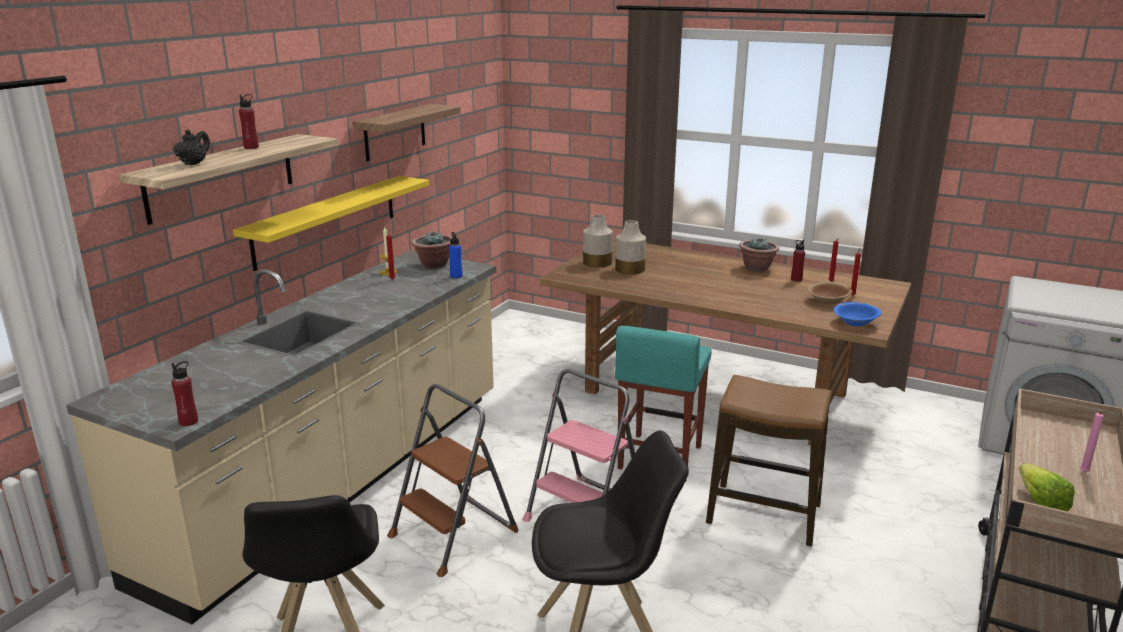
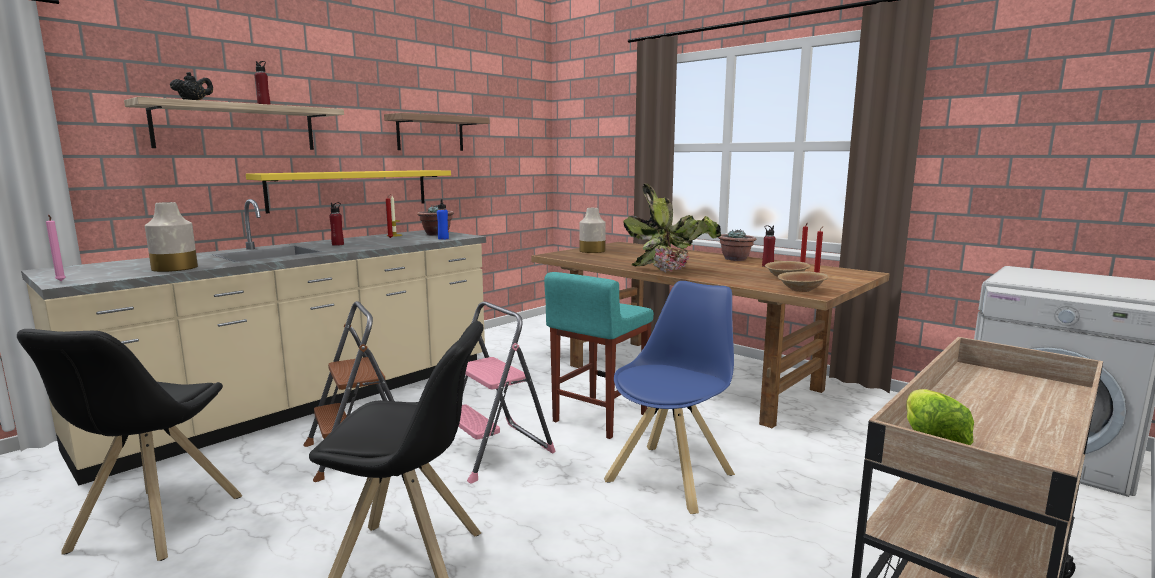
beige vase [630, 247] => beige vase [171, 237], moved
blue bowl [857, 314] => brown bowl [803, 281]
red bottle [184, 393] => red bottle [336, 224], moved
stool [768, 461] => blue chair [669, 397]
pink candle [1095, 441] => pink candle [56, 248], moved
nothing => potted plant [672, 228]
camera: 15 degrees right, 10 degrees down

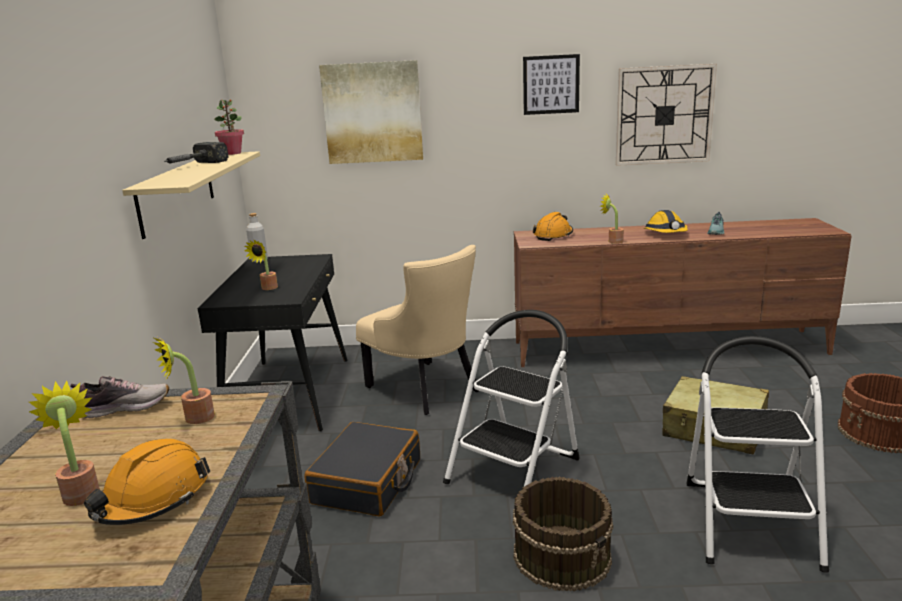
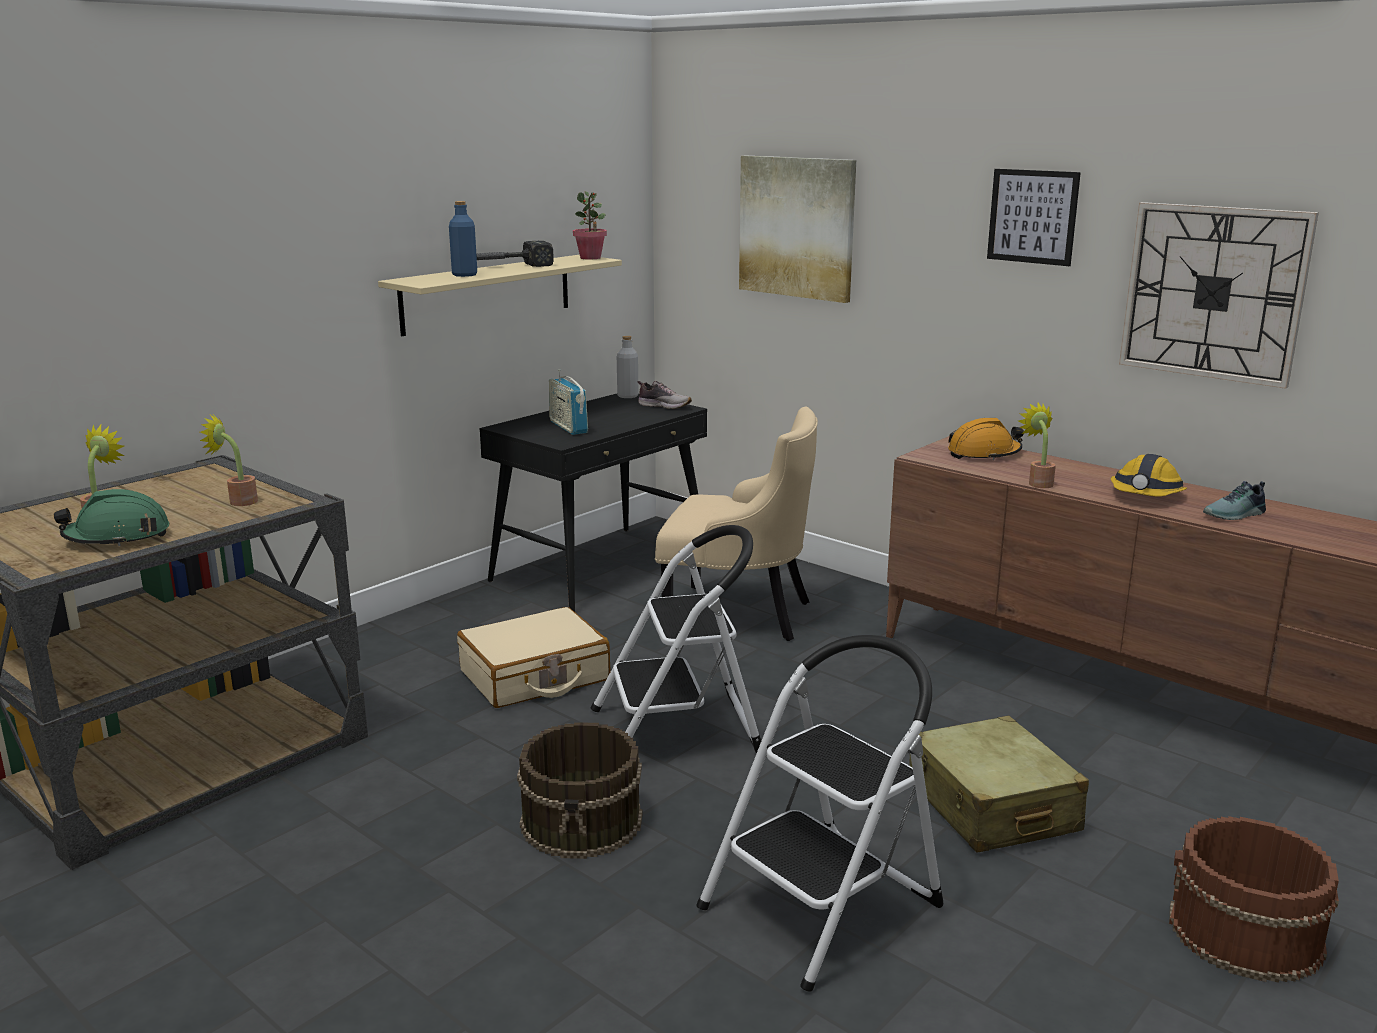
potted plant [261, 264] => radio [568, 402]
beige chair [417, 330] => beige chair [736, 524], 75 degrees counterclockwise
shoe [119, 397] => shoe [665, 395], moved
black suitcase [362, 469] => beige suitcase [534, 657]
orange hard hat [147, 482] => green hard hat [111, 517]
nothing => blue bottle [463, 239]
camera: 40 degrees right, 0 degrees up

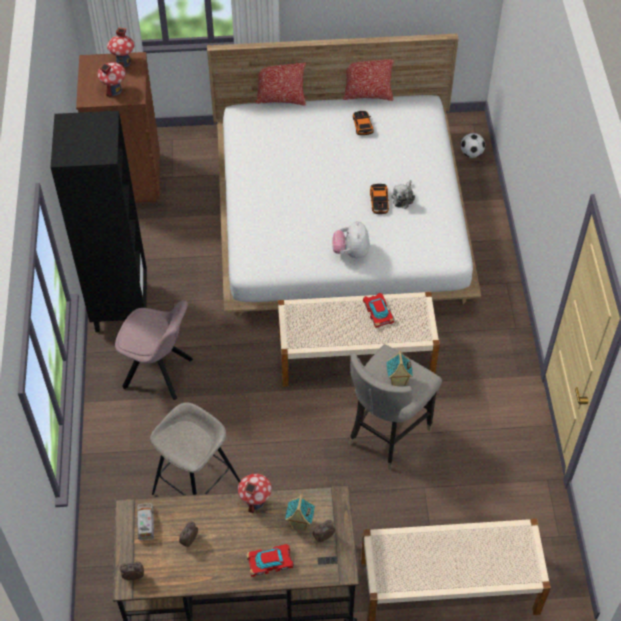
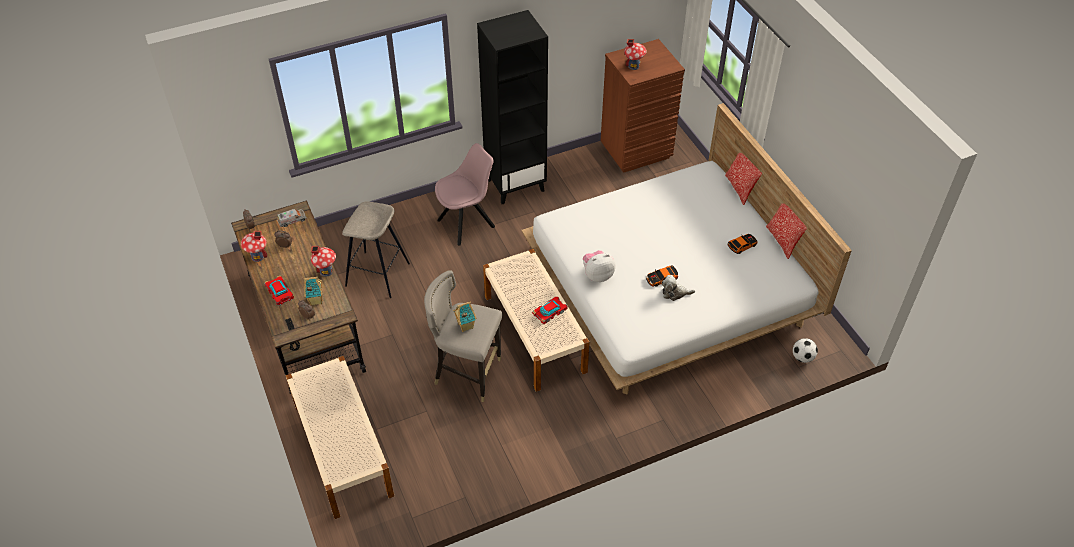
toy house [121, 47] => toy house [254, 246], moved
pink chair [154, 350] => pink chair [465, 194], 120 degrees counterclockwise
camera: 70 degrees right, 5 degrees down

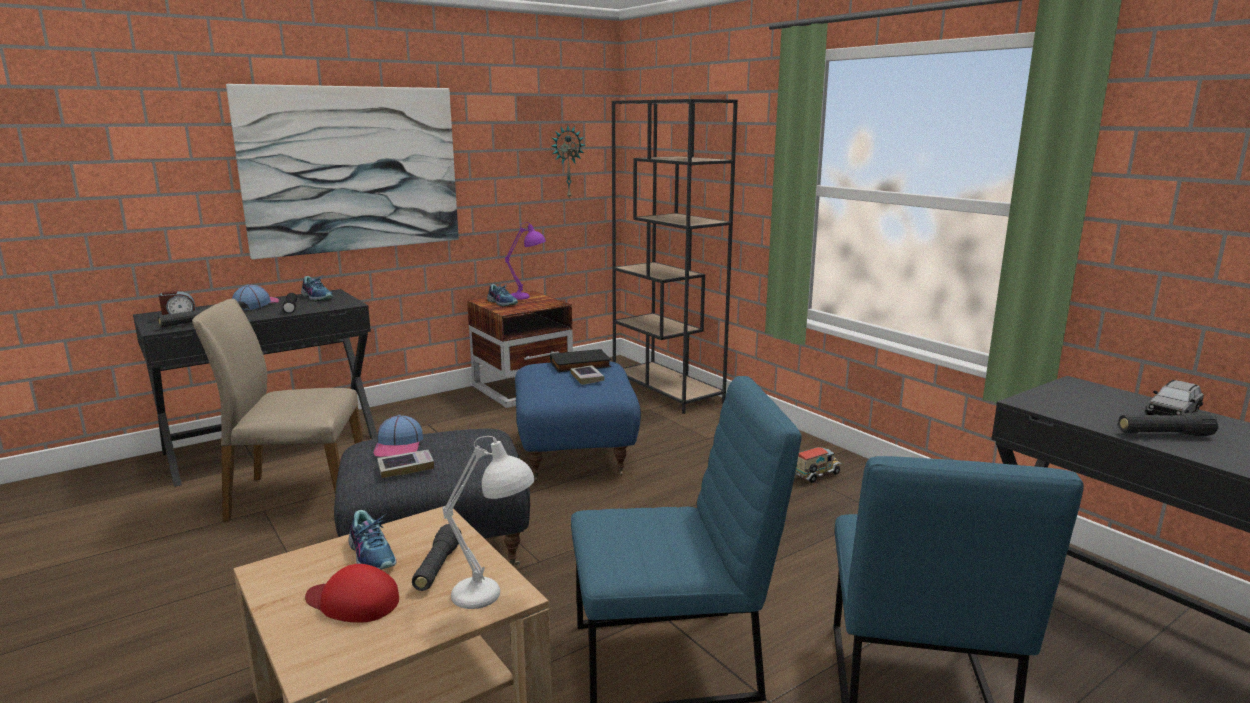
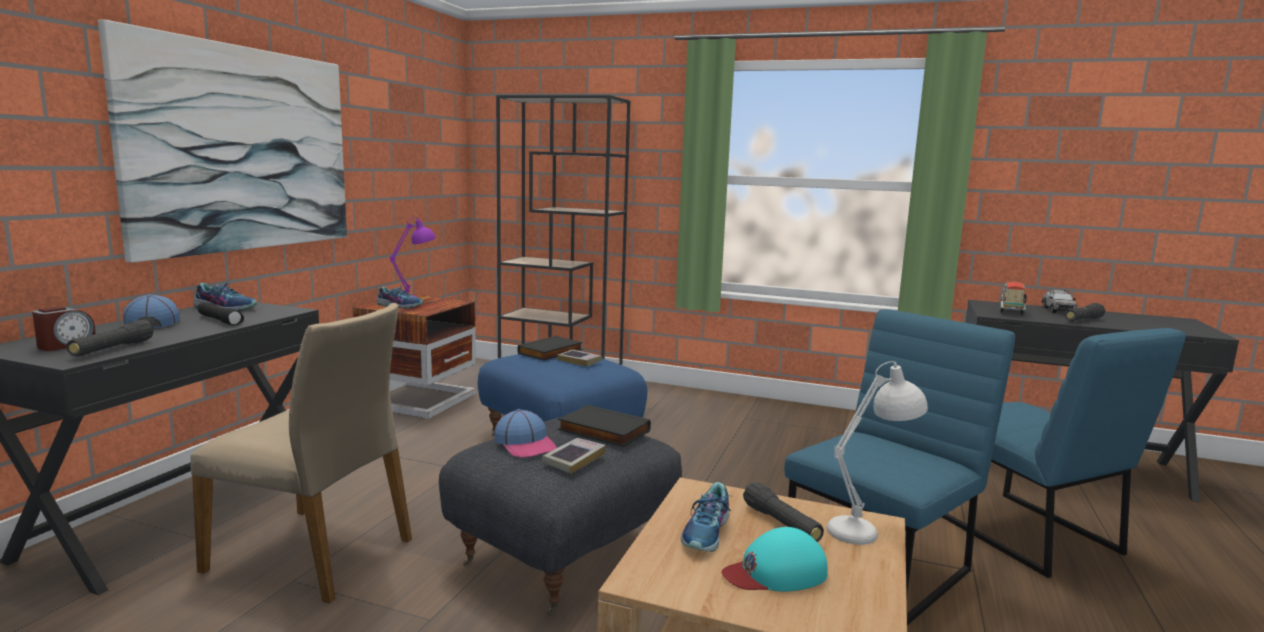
wall clock [568, 162] => nothing
beige chair [278, 410] => beige chair [301, 453], 120 degrees counterclockwise
toy truck [818, 465] => toy truck [1013, 298], moved
shoe [373, 540] => shoe [706, 517], 90 degrees clockwise
red cap [352, 593] => turquoise cap [774, 559]
nothing => black book [604, 426]
camera: 35 degrees left, 5 degrees down

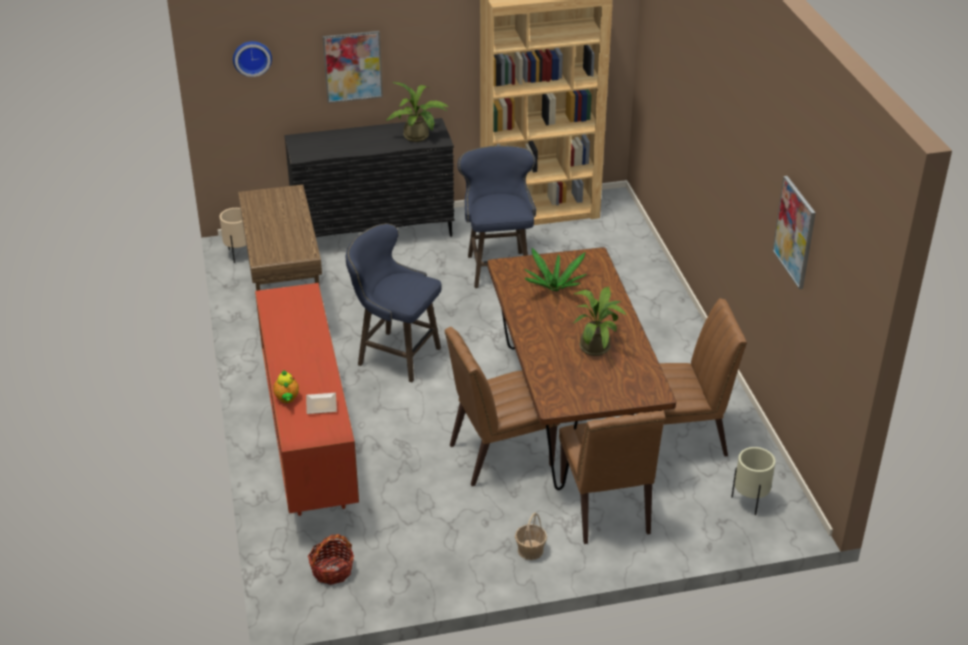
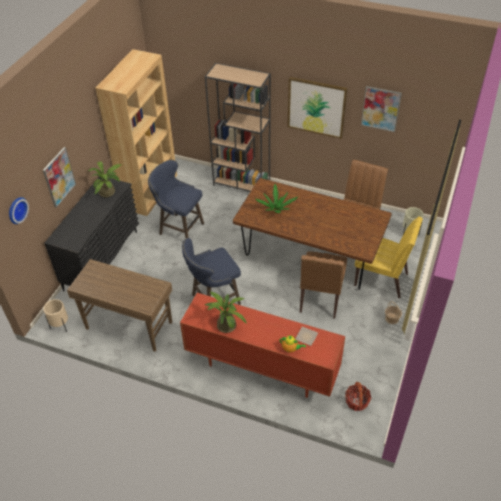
potted plant [599, 321] => potted plant [226, 312], moved
brown chair [612, 477] => yellow chair [388, 257]
nothing => bookcase [238, 127]
nothing => picture [317, 108]
camera: 55 degrees left, 10 degrees up

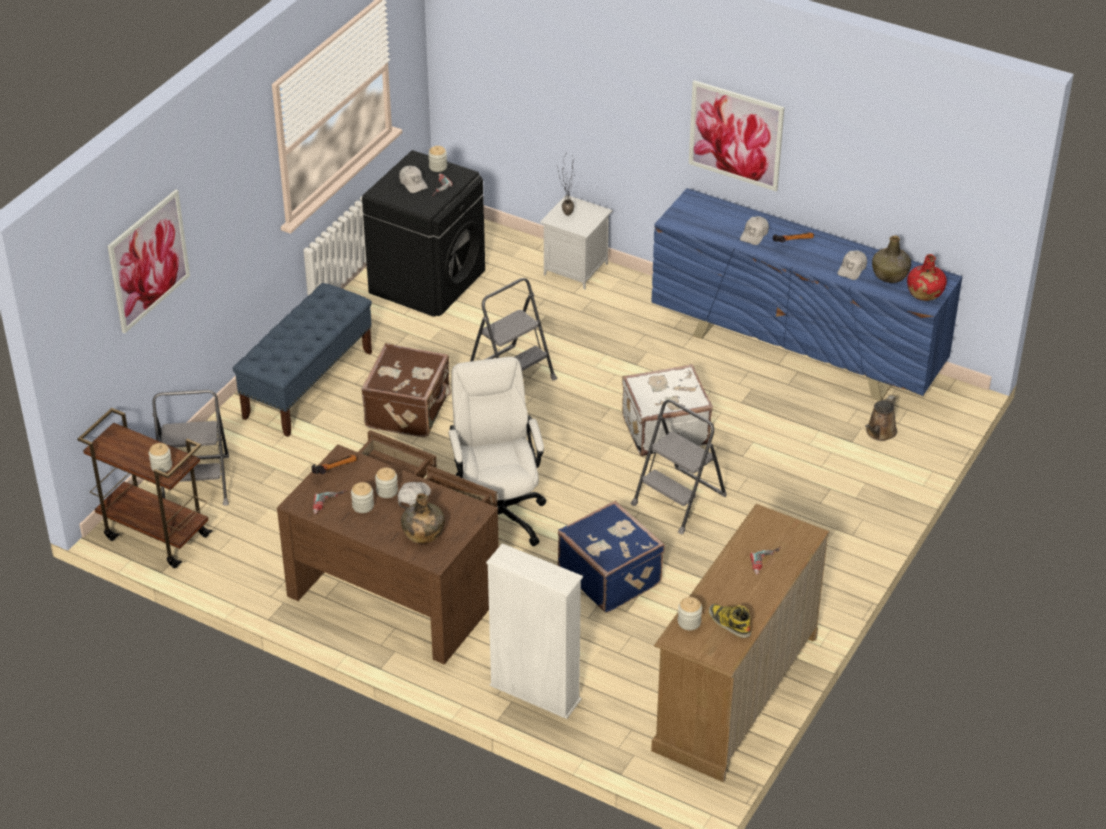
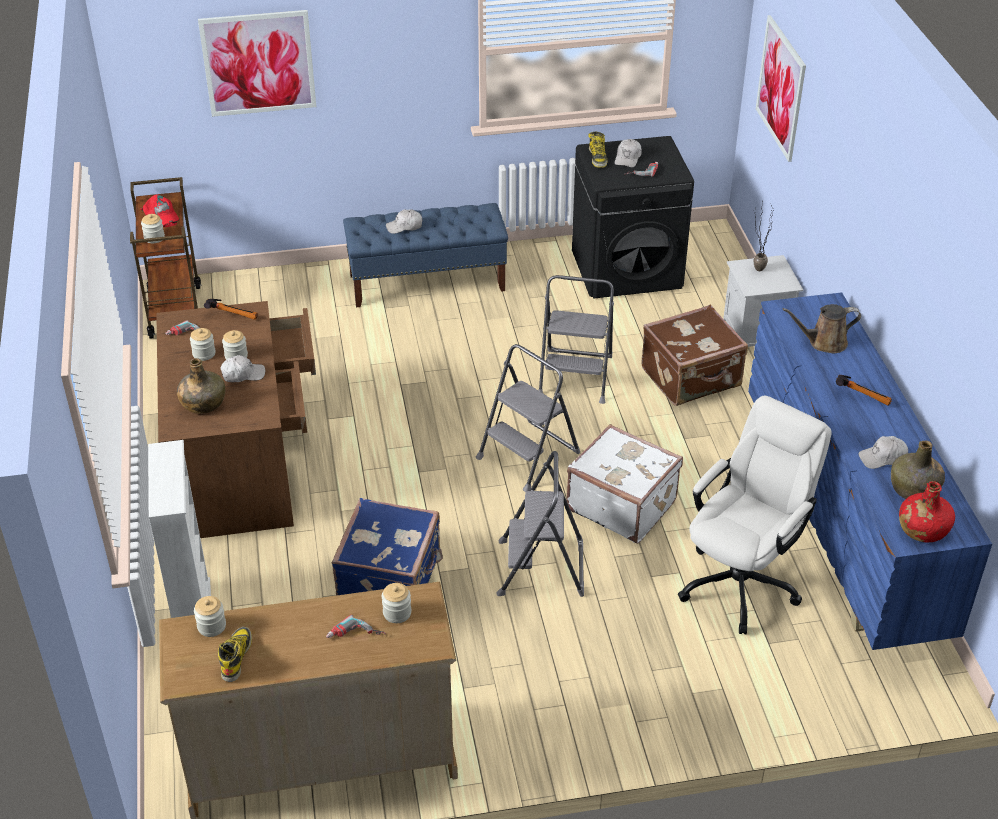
picture [737, 135] => picture [781, 88], moved
jar [437, 159] => jar [396, 603], moved
white cap [754, 230] => white cap [404, 221], moved
brown suitcase [406, 390] => brown suitcase [694, 355], moved
white office chair [498, 451] => white office chair [755, 515], moved
grey step ladder [191, 448] => grey step ladder [527, 418], moved
brown watering can [881, 418] => brown watering can [822, 328], moved
nothing => boot [597, 150]
nothing => red cap [160, 210]
camera: 50 degrees right, 0 degrees up

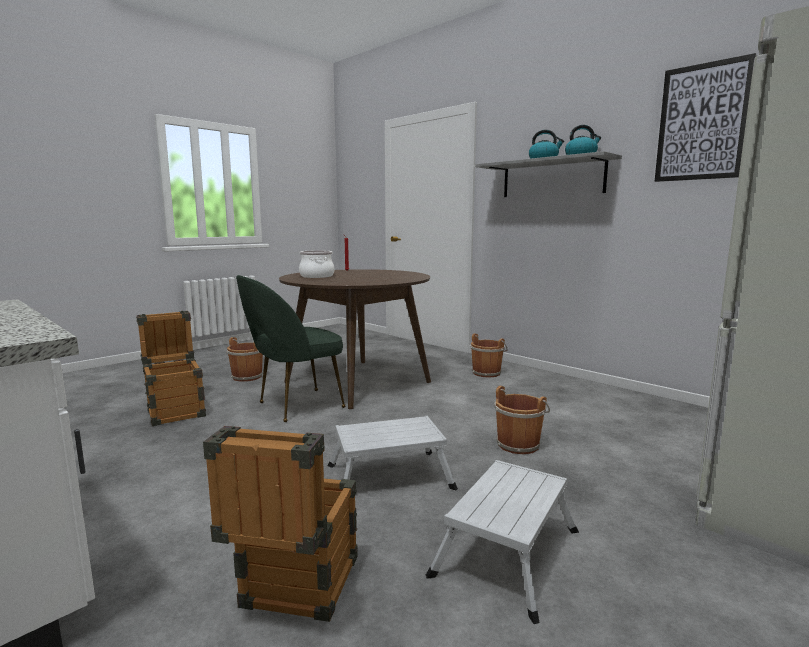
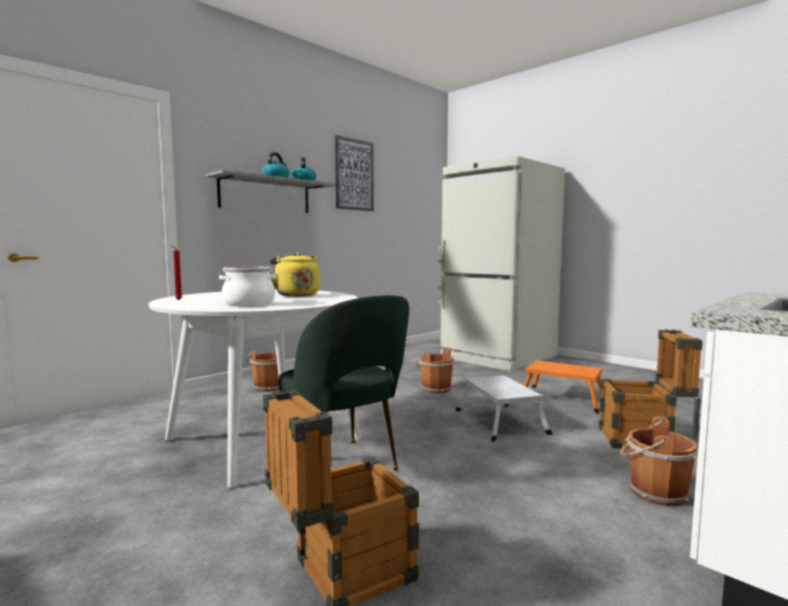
brown dining table [355, 339] => white dining table [254, 389]
brown bucket [244, 359] => brown bucket [659, 461], moved
white step ladder [502, 542] => orange step ladder [563, 387]
nothing => yellow kettle [295, 274]
camera: 90 degrees left, 5 degrees down

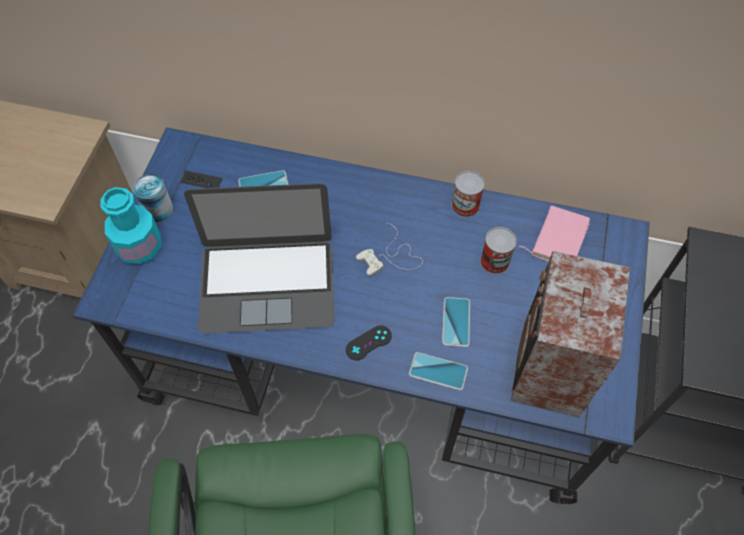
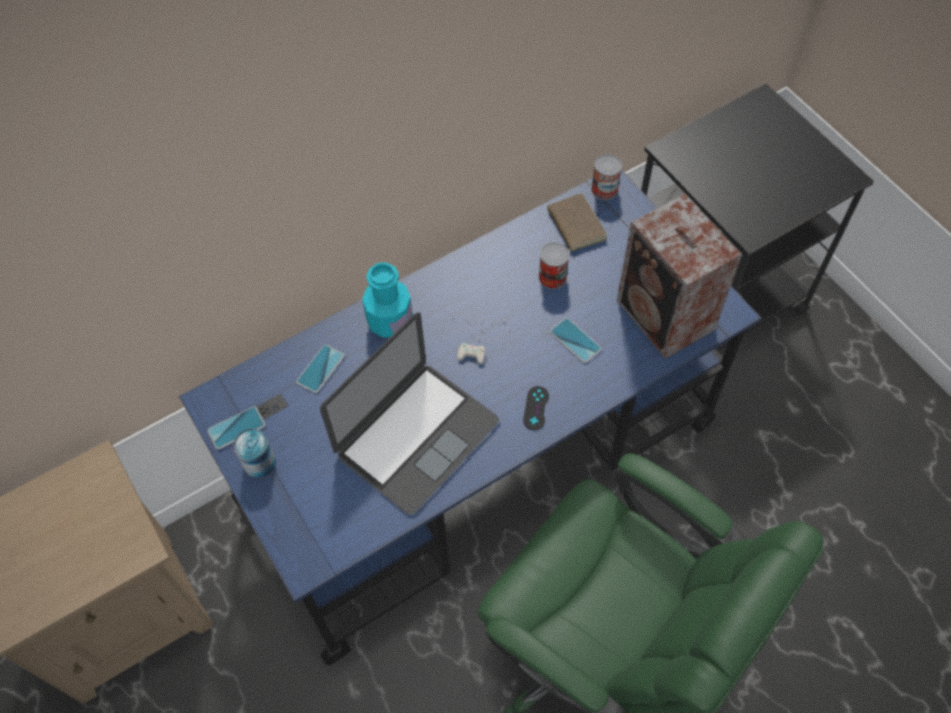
can [468, 194] => can [606, 177], moved
turquoise bottle [131, 225] => turquoise bottle [387, 300], moved
pink book [554, 233] => brown book [577, 222]
phone [438, 371] => phone [236, 427], moved
camera: 45 degrees left, 0 degrees up

